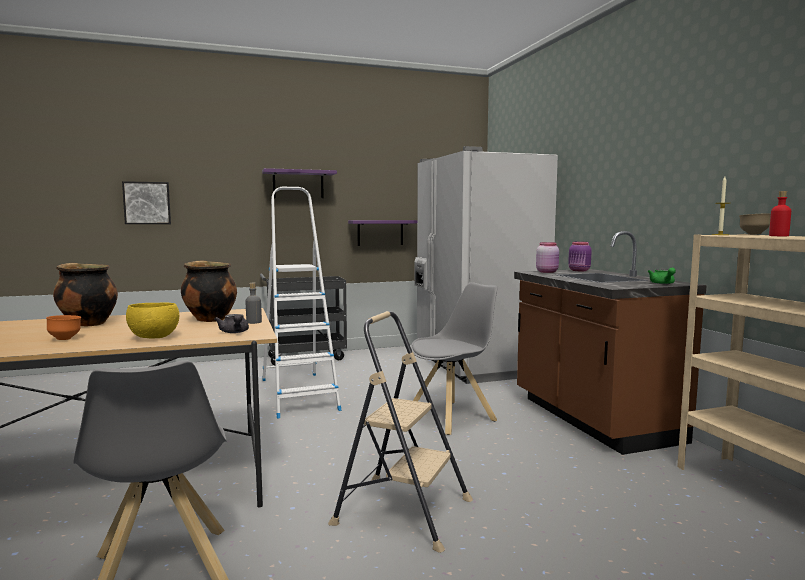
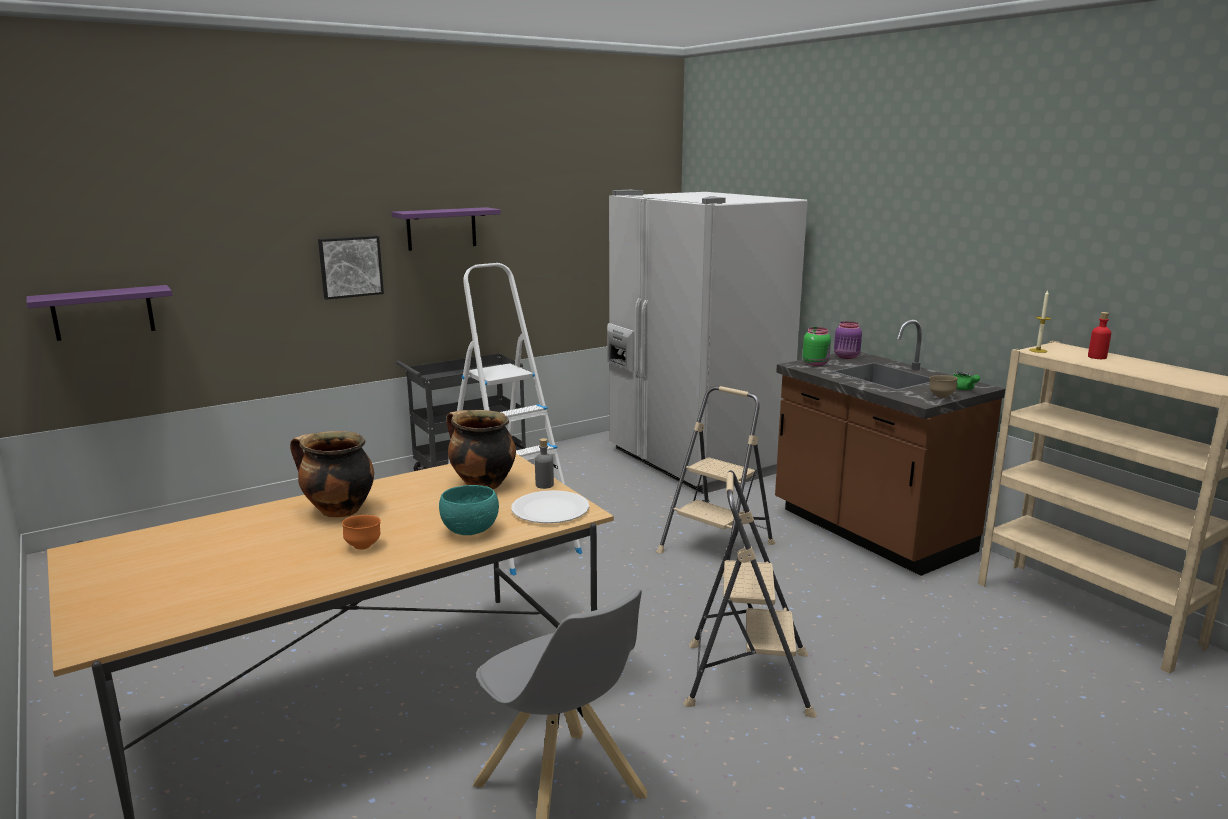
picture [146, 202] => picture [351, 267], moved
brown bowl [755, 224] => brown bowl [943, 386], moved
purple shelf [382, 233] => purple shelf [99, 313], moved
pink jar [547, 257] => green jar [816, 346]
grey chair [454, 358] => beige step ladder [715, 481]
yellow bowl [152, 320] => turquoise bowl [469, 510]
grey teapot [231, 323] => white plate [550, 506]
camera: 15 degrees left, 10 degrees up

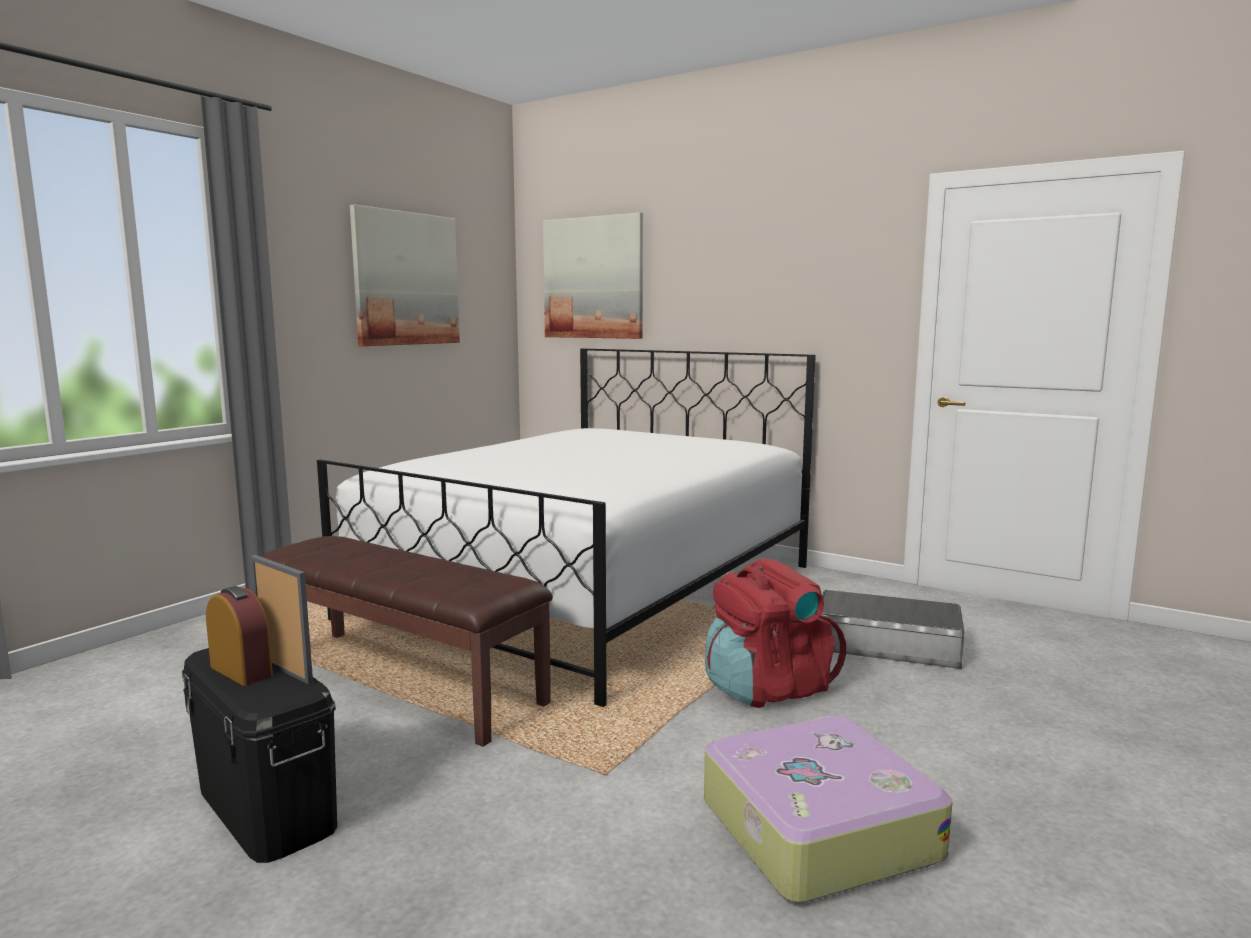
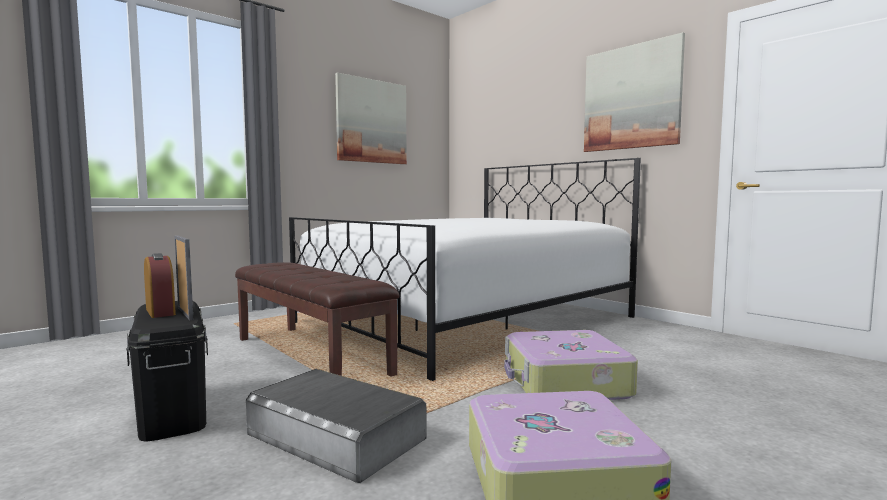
picture [593, 276] => picture [634, 92], moved
red backpack [775, 633] => suitcase [571, 365]
grey storage box [893, 629] => grey storage box [336, 426], moved
camera: 15 degrees right, 5 degrees down

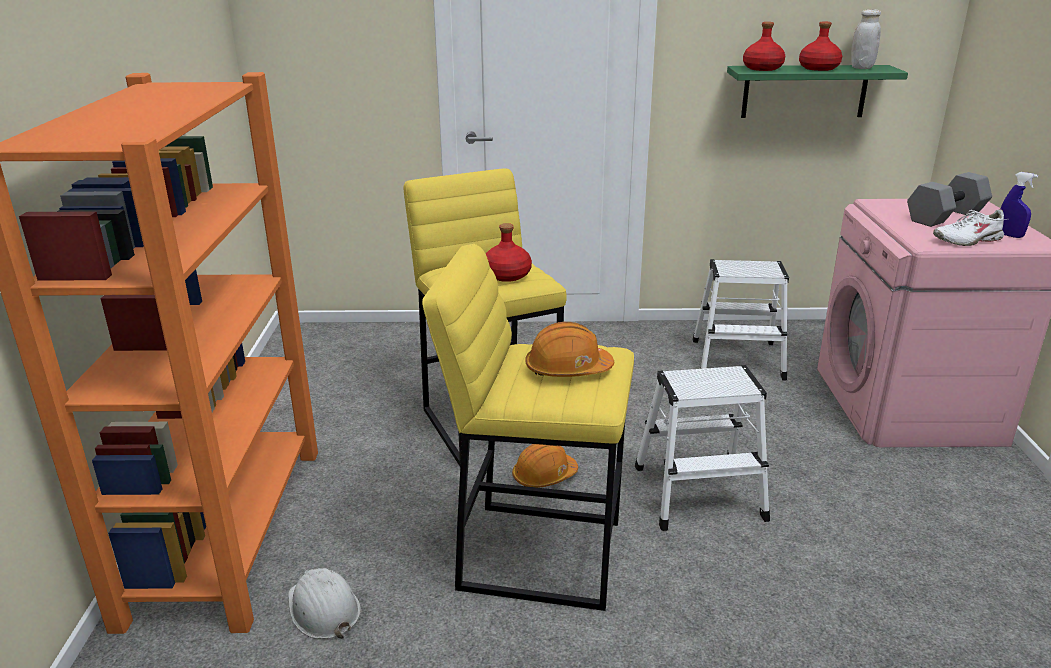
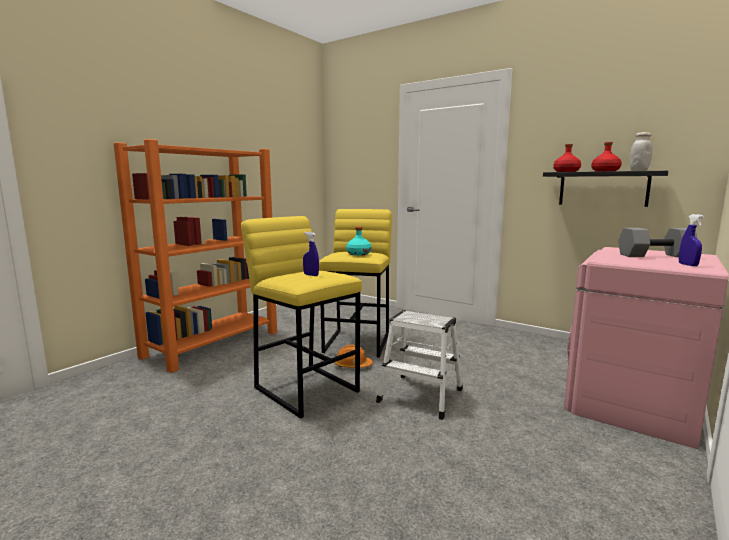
green shelf [817, 91] => black shelf [605, 189]
white shoe [970, 227] => nothing
red bottle [509, 252] => turquoise bottle [359, 241]
white step ladder [740, 320] => nothing
orange hard hat [569, 349] => blue spray bottle [311, 254]
white hard hat [324, 603] => nothing
camera: 35 degrees right, 15 degrees down

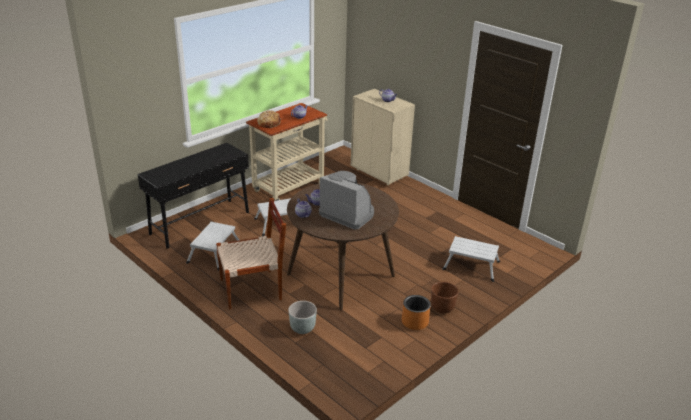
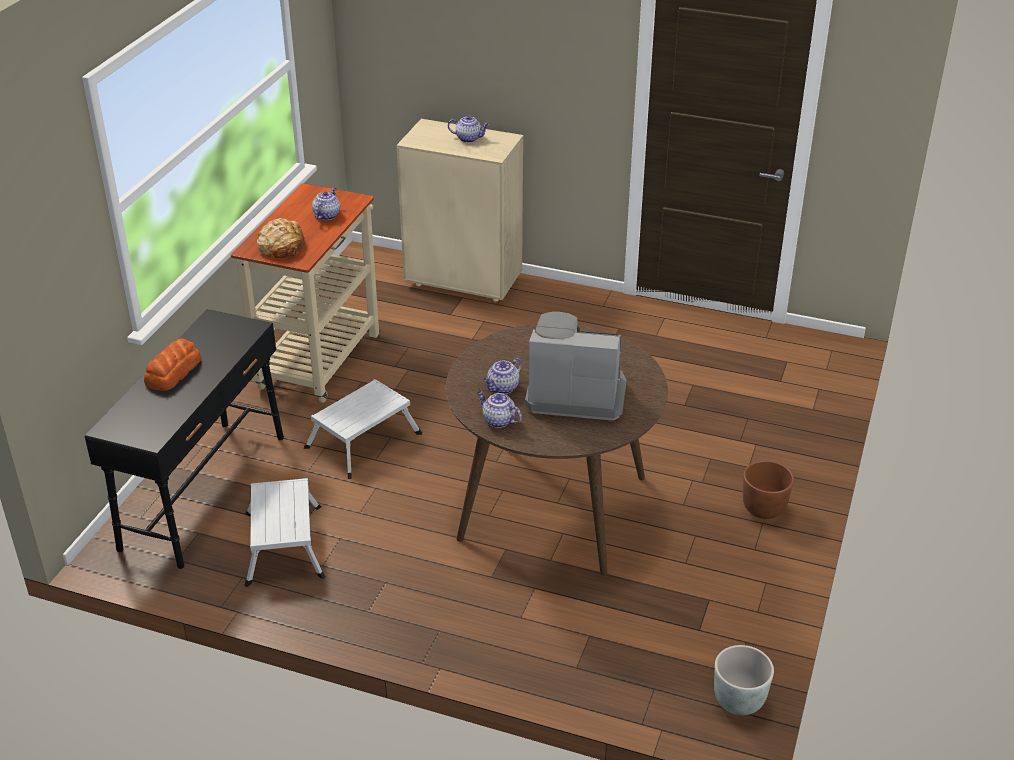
chair [251, 254] => nothing
white step ladder [471, 259] => nothing
orange planter [416, 312] => nothing
grey planter [302, 317] => grey planter [744, 680], moved
nothing => bread [173, 365]
camera: 25 degrees left, 5 degrees up

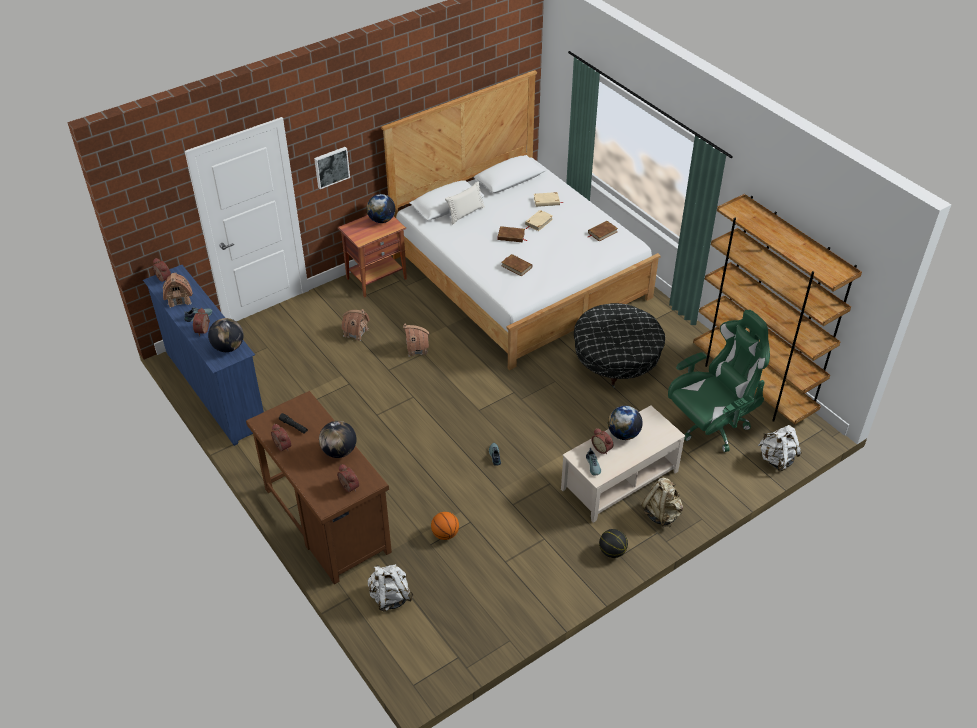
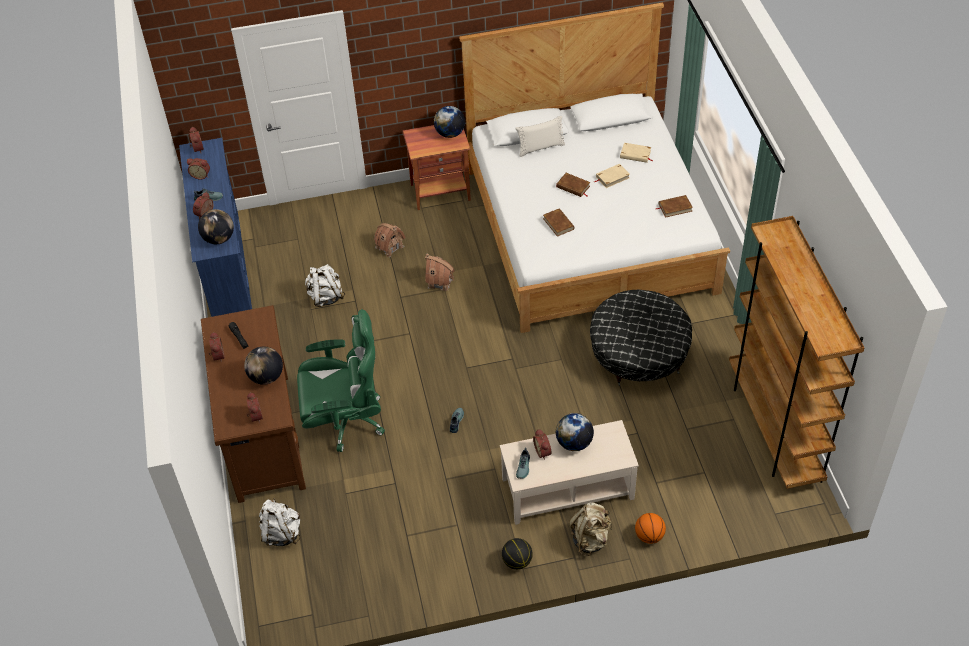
picture [332, 168] => nothing
toy house [178, 290] => alarm clock [198, 169]
green office chair [719, 381] => green office chair [341, 380], moved
white backpack [780, 448] => white backpack [325, 285], moved
basketball [445, 526] => basketball [650, 528], moved
camera: 25 degrees right, 5 degrees up

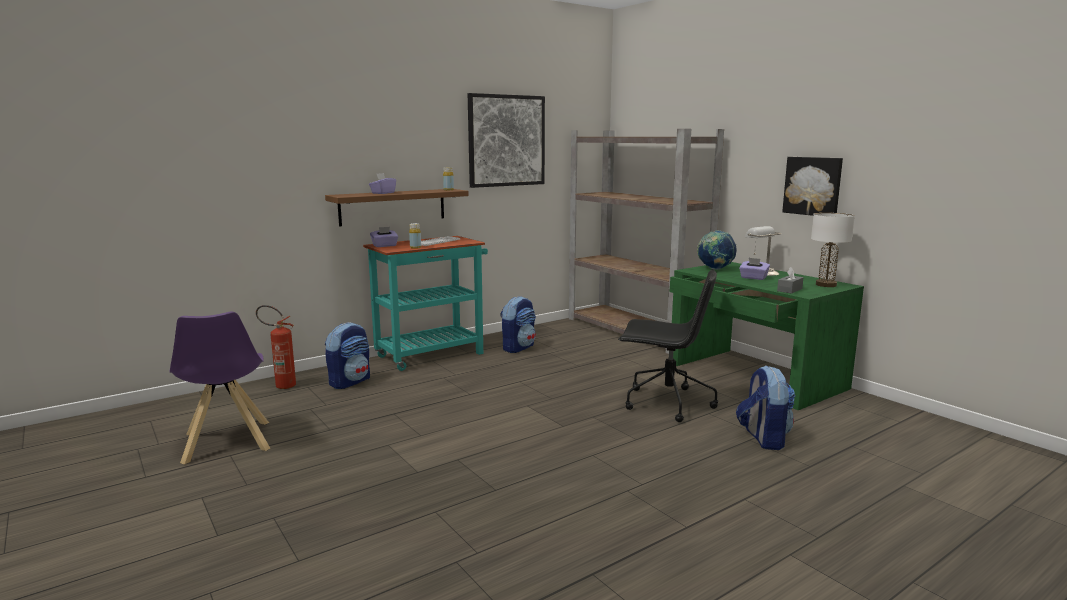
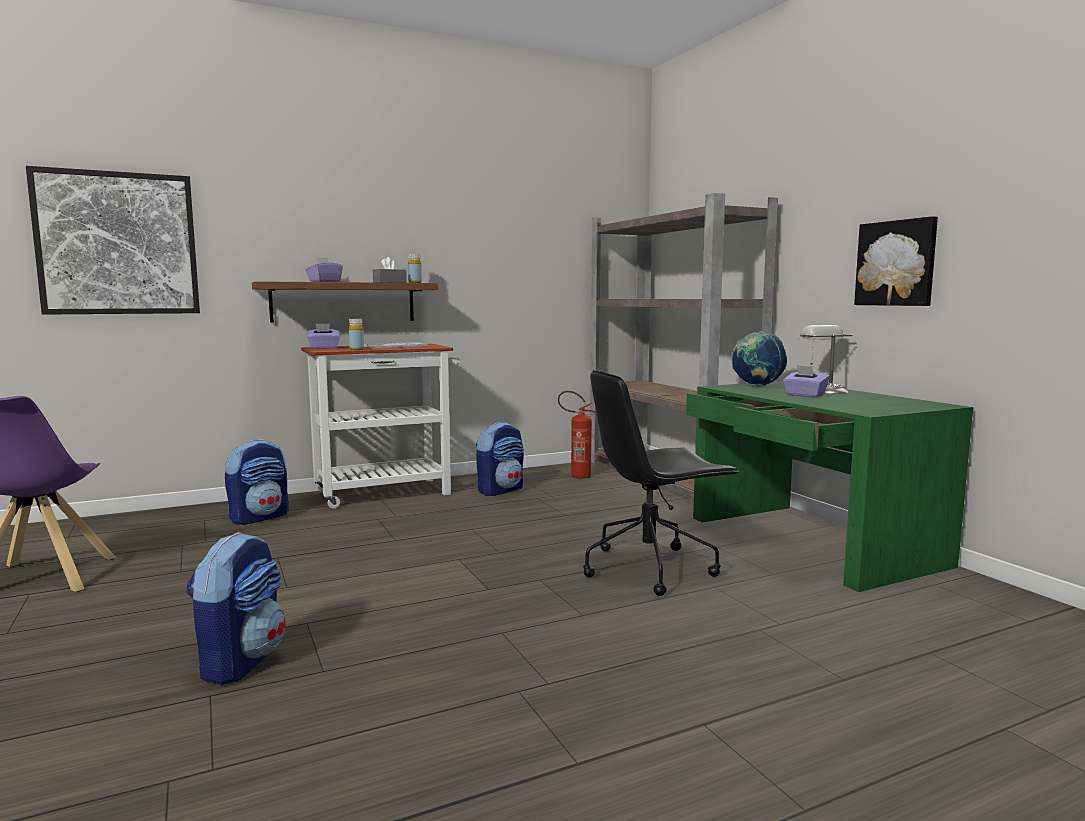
picture [506, 140] => picture [113, 240], moved
table lamp [833, 250] => nothing
turquoise cart [425, 303] => white cart [380, 426]
grey tissue box [790, 280] => grey tissue box [390, 270], moved
black office chair [668, 345] => black office chair [661, 483], 135 degrees clockwise
fire extinguisher [276, 347] => fire extinguisher [577, 434], moved
backpack [765, 407] => backpack [235, 608], moved
camera: 10 degrees right, 5 degrees down

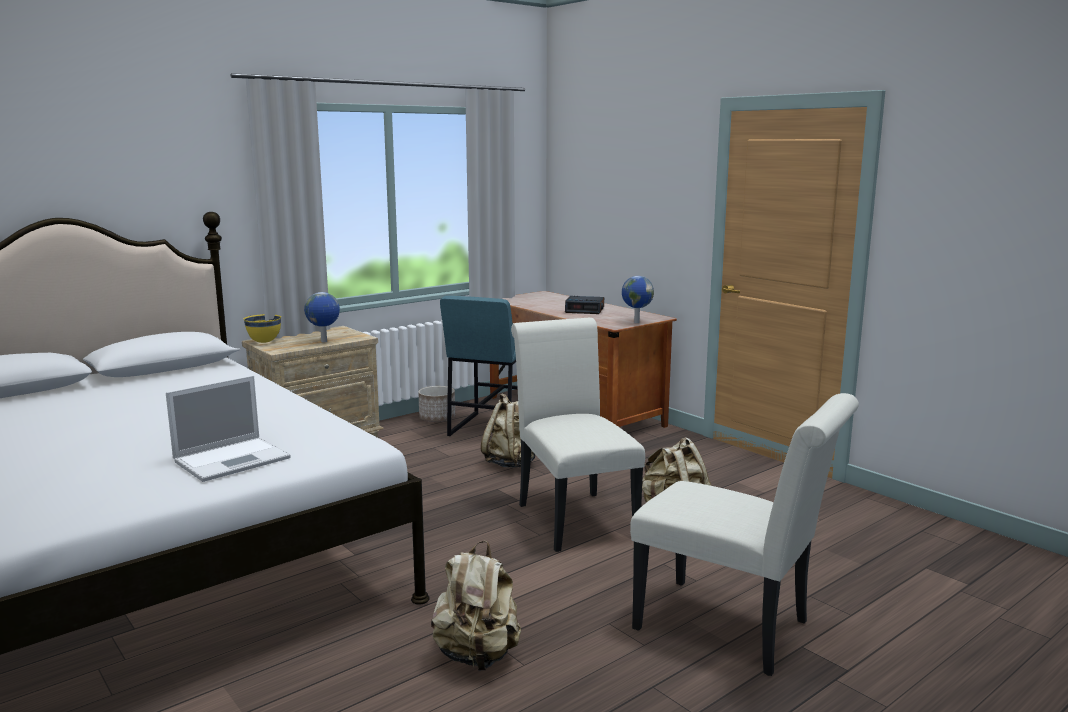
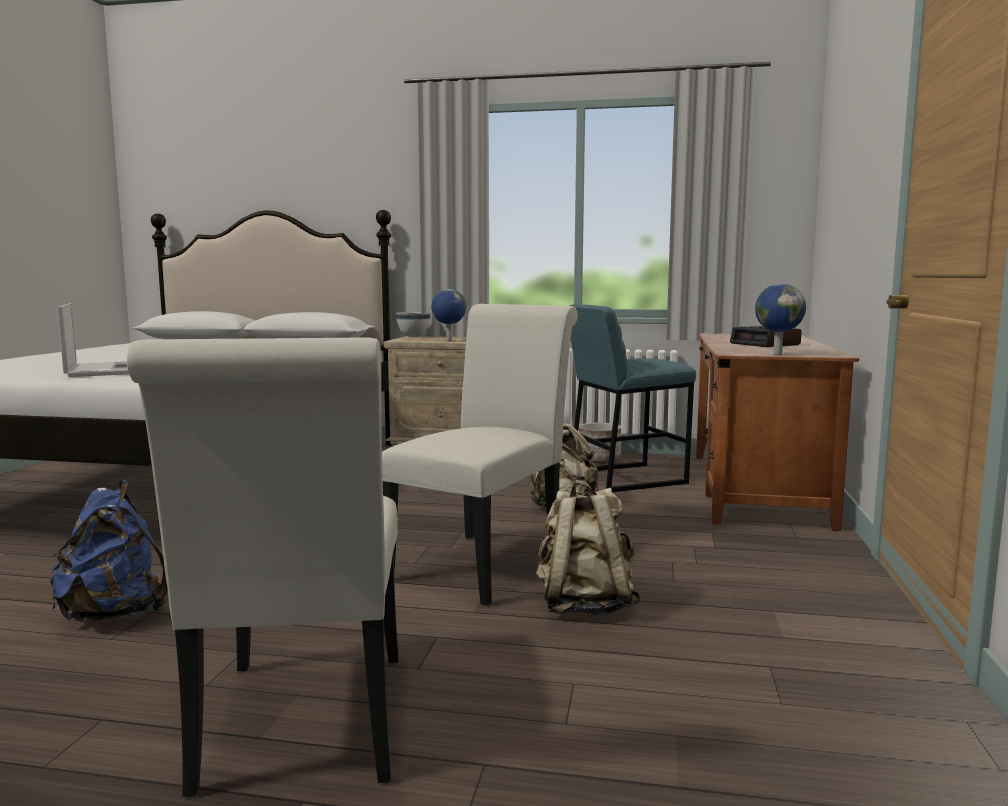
yellow bowl [262, 328] => white bowl [413, 324]
laptop [228, 428] => laptop [93, 340], 120 degrees counterclockwise
beige backpack [476, 606] => blue backpack [109, 551]
camera: 50 degrees right, 5 degrees down

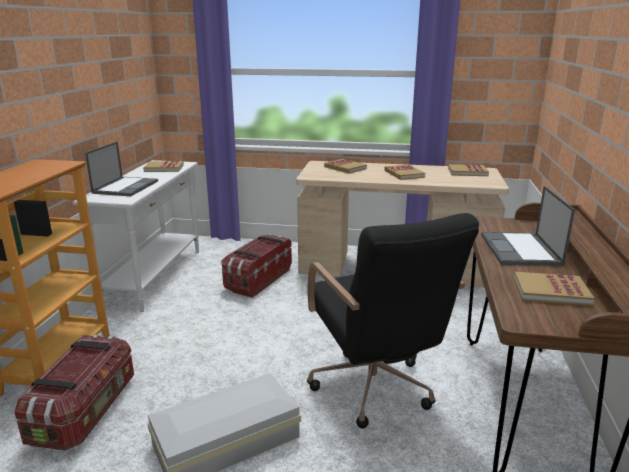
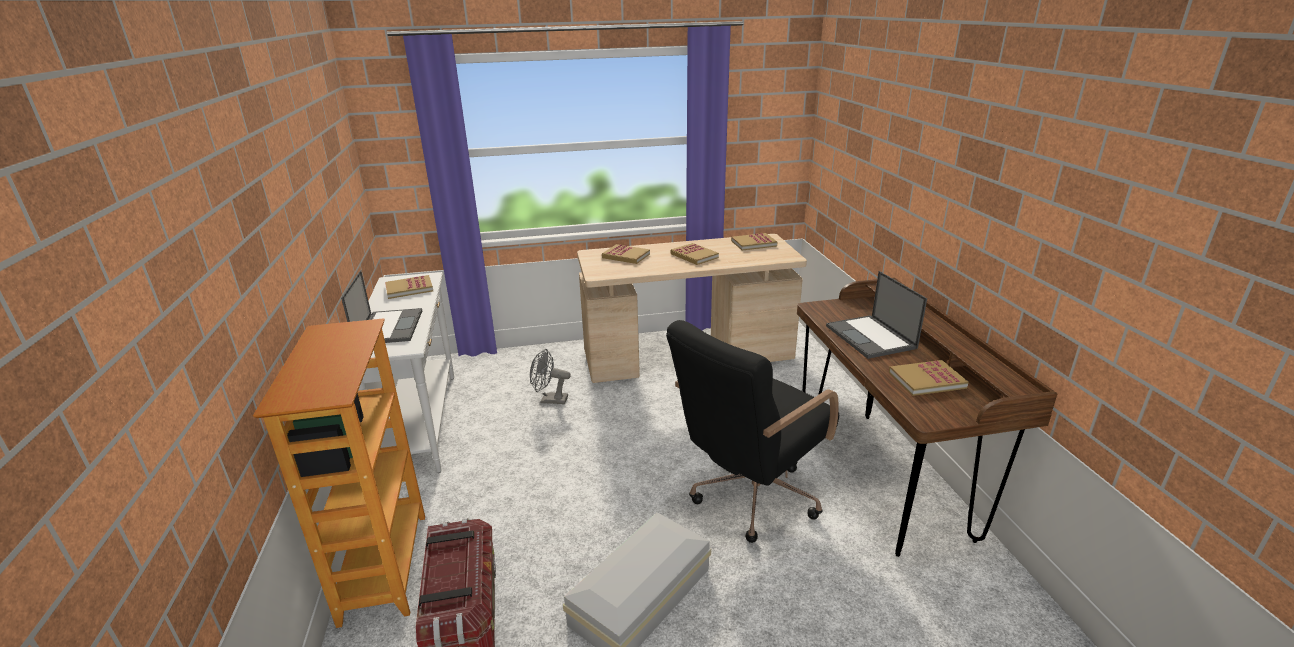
black office chair [393, 321] => black office chair [752, 431], 90 degrees clockwise
storage box [256, 266] => grey fan [550, 376]
camera: 20 degrees left, 5 degrees up

